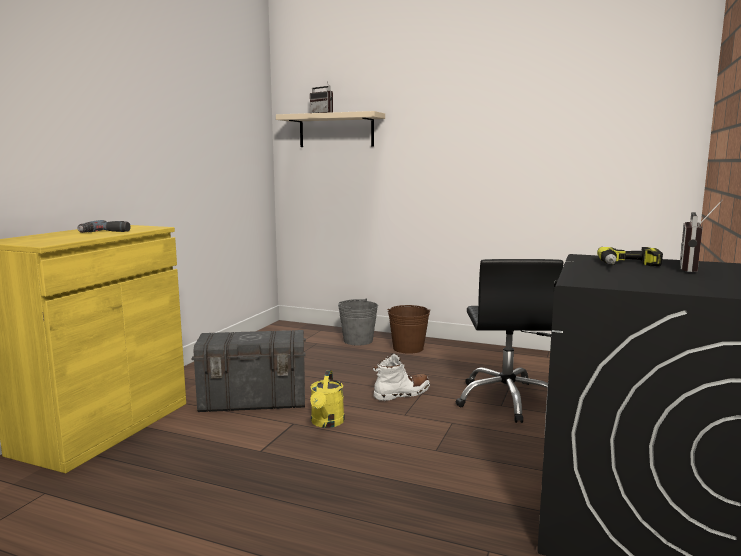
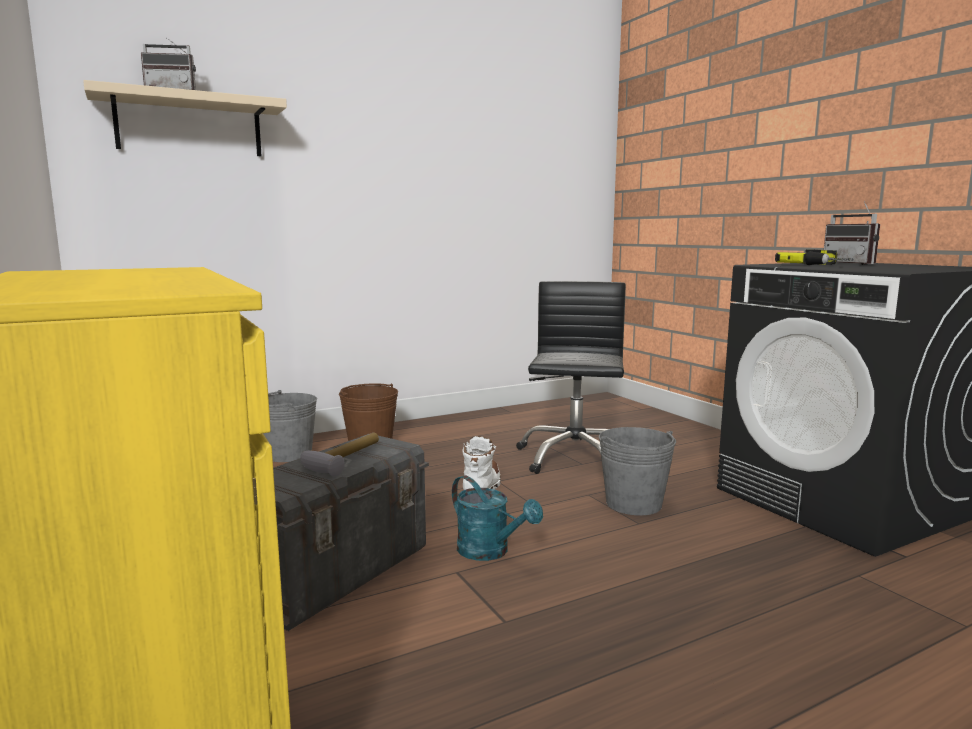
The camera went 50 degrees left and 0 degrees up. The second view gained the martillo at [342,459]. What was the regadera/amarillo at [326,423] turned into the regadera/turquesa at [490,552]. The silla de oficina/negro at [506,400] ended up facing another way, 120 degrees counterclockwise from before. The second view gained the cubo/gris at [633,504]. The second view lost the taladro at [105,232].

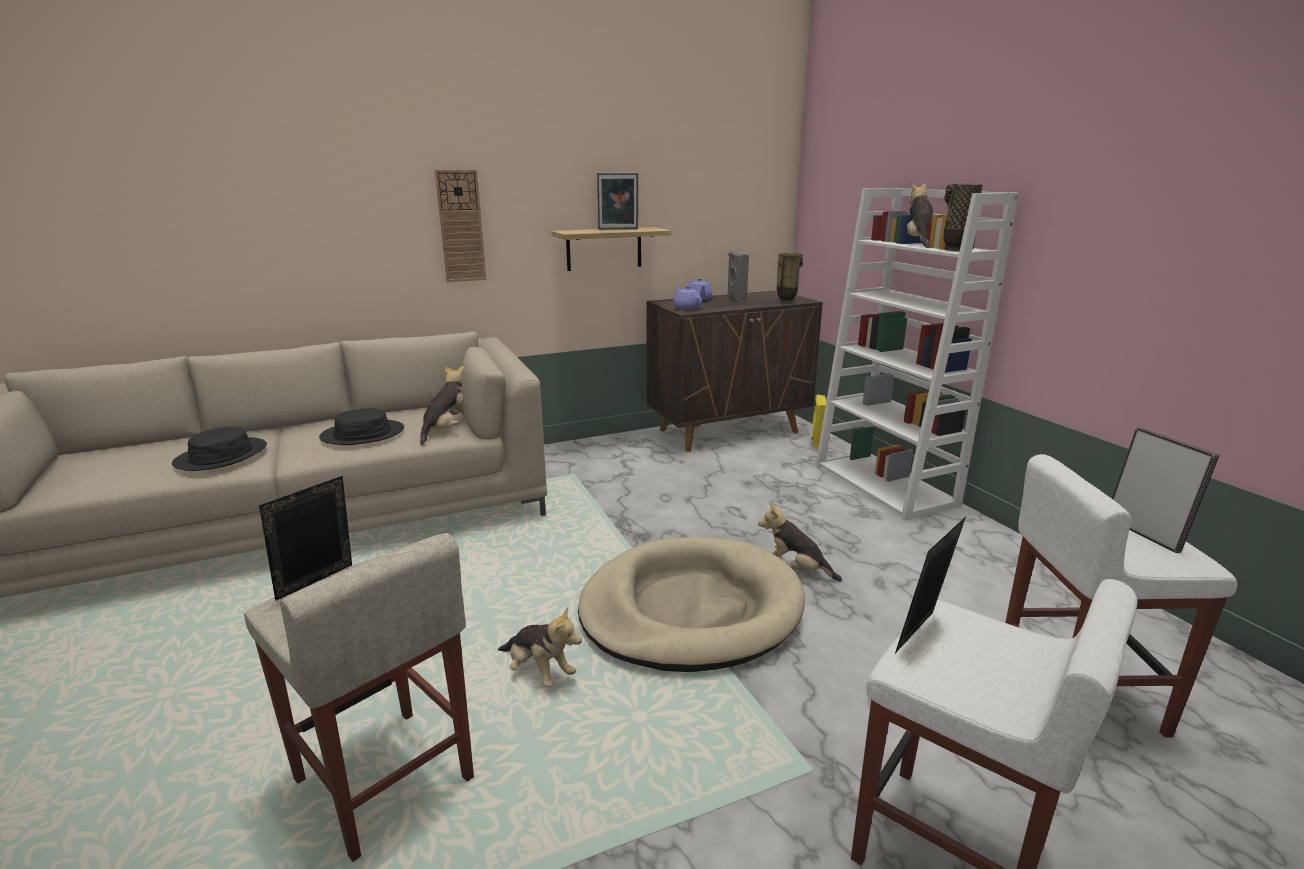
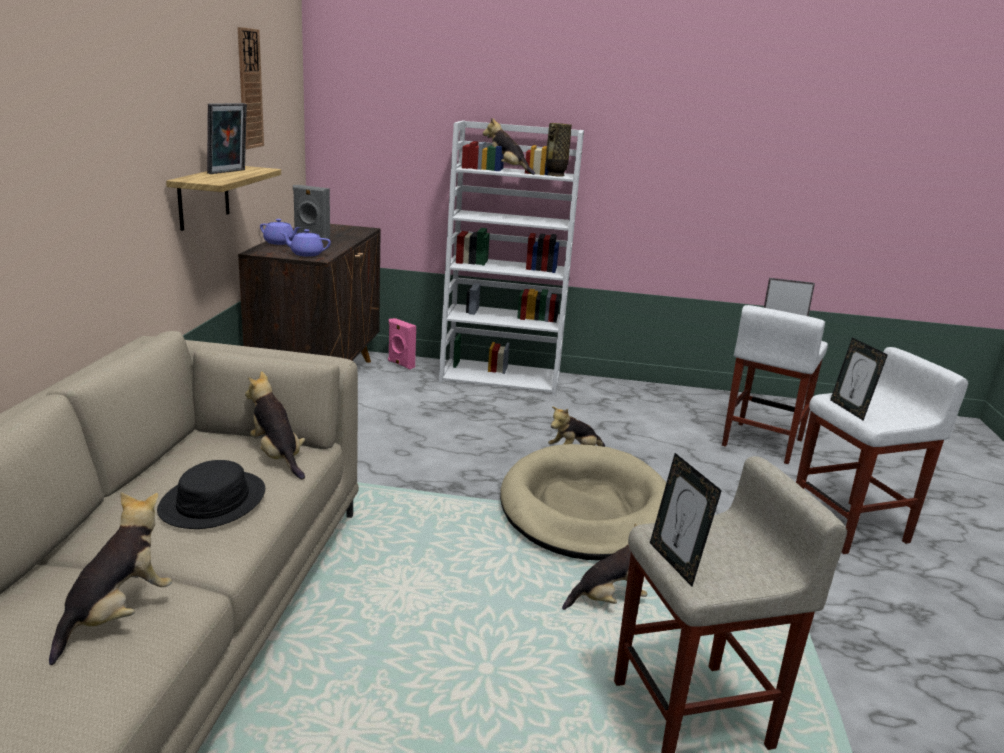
The camera went 60 degrees left and 0 degrees up. Where the sombrero/negro stood at [221,456], the peluche came to stand at [117,614]. The reloj de pared ended up elsewhere, having gone from [461,226] to [249,89]. What was the altavoz/amarillo at [816,442] turned into the altavoz/rosa at [400,364]. The second view lost the florero at [786,301].

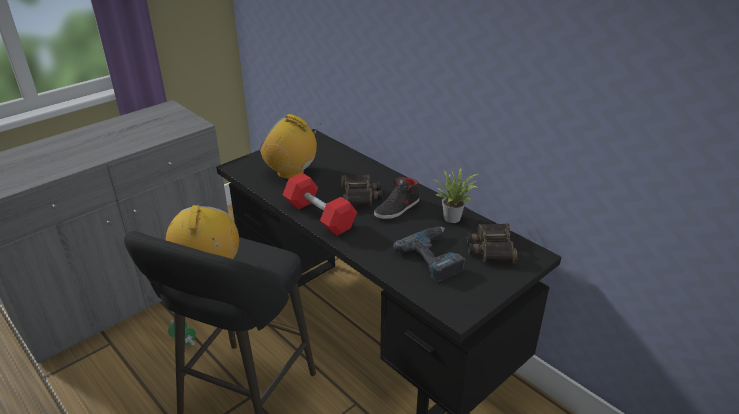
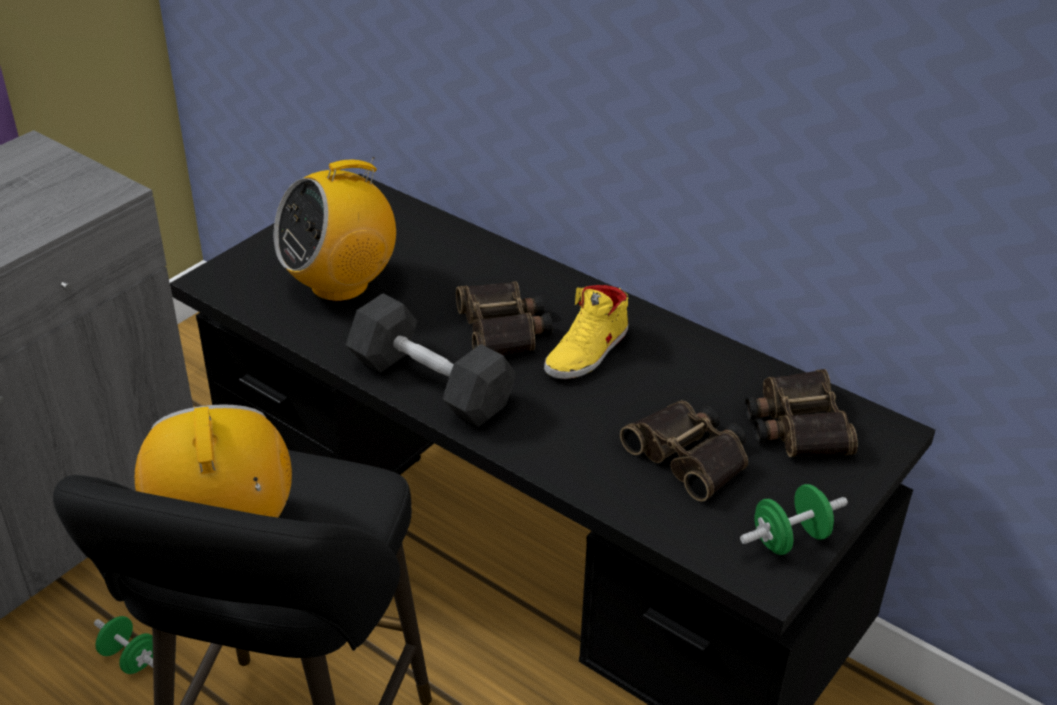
The camera went 10 degrees left and 5 degrees up. The radio at [291,172] ended up facing another way, 45 degrees counterclockwise from before. What was the mancuerna/rojo at [319,216] turned into the mancuerna/gris at [430,384]. What was the zapato/negro at [397,208] turned into the zapato/amarillo at [588,352]. Where the taladro stood at [434,257], the prismáticos came to stand at [691,456]. The second view gained the mancuerna/verde at [789,539]. The second view lost the planta en maceta at [453,217].

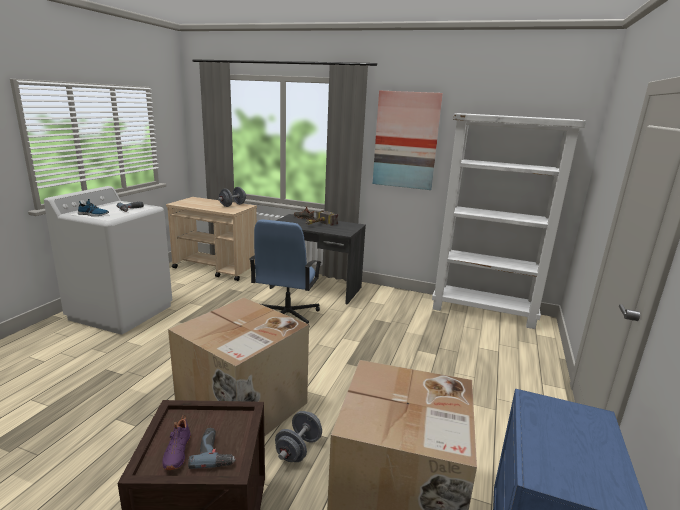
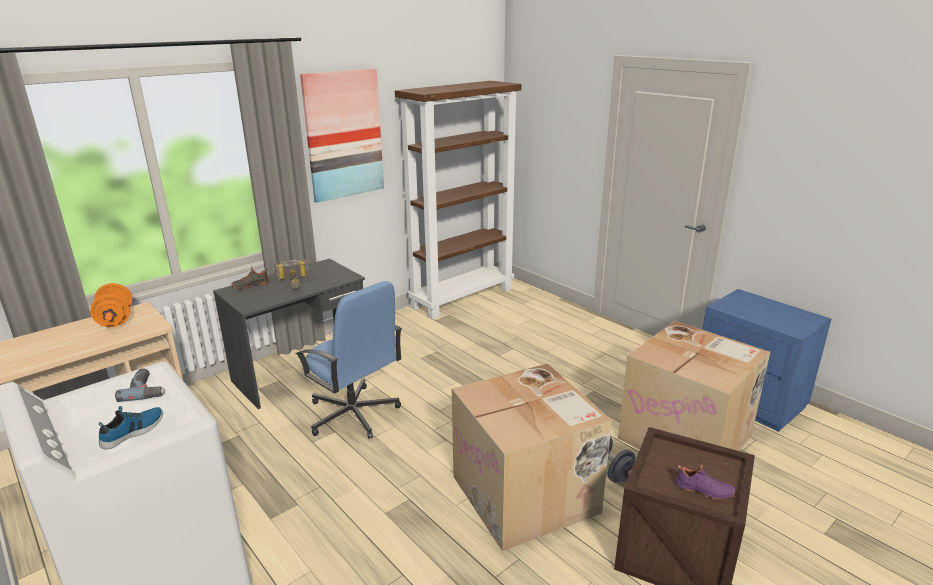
The camera went 60 degrees left and 5 degrees up. What was the mancuerna/gris at [232,205] turned into the mancuerna/naranja at [116,319]. What was the estantería/blanco at [483,312] turned into the estantería/marrón at [462,297]. The second view lost the taladro at [215,452].

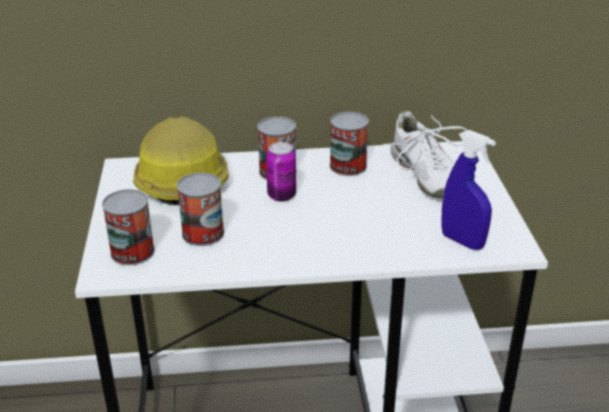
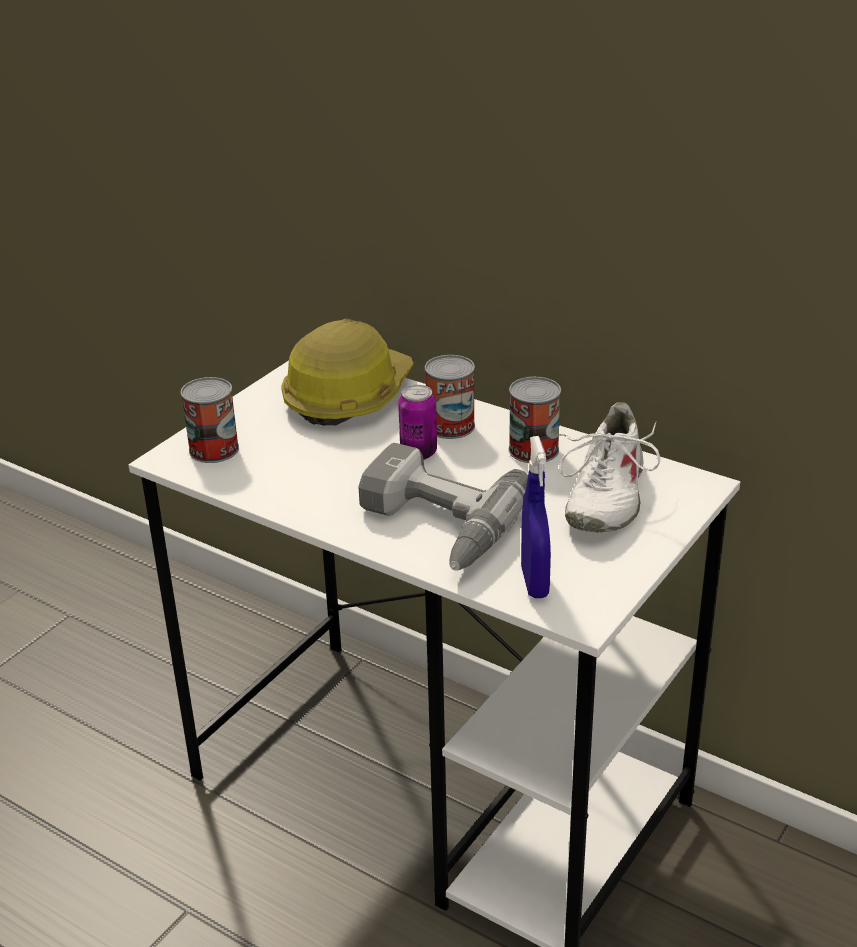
The camera went 40 degrees right and 0 degrees up. The second view gained the taladro at [433,526]. The second view lost the lata at [203,233].

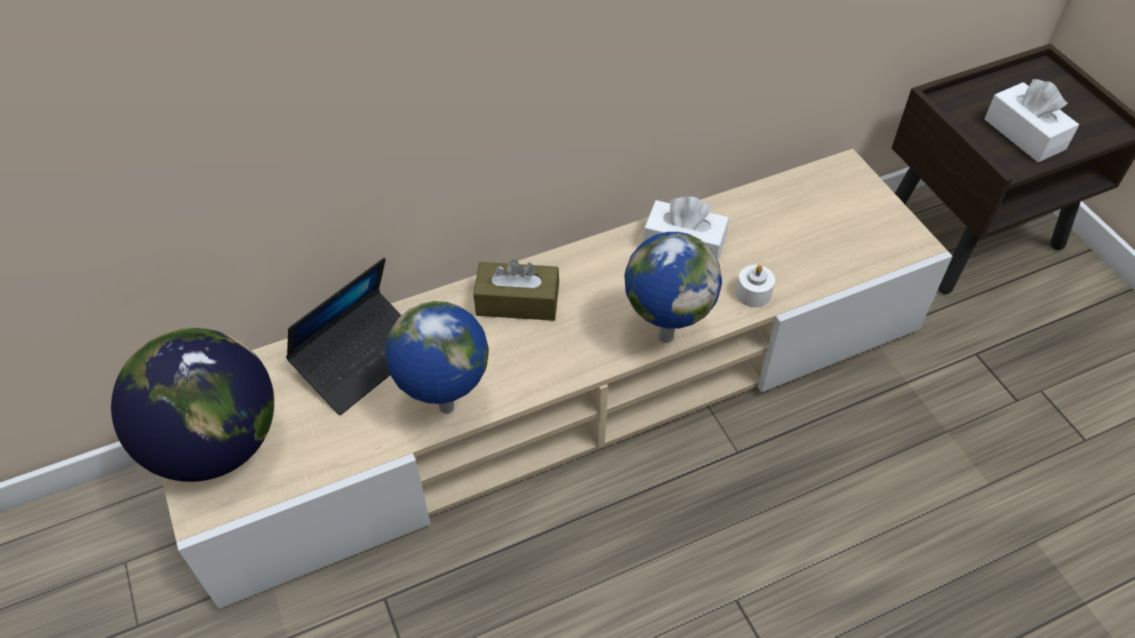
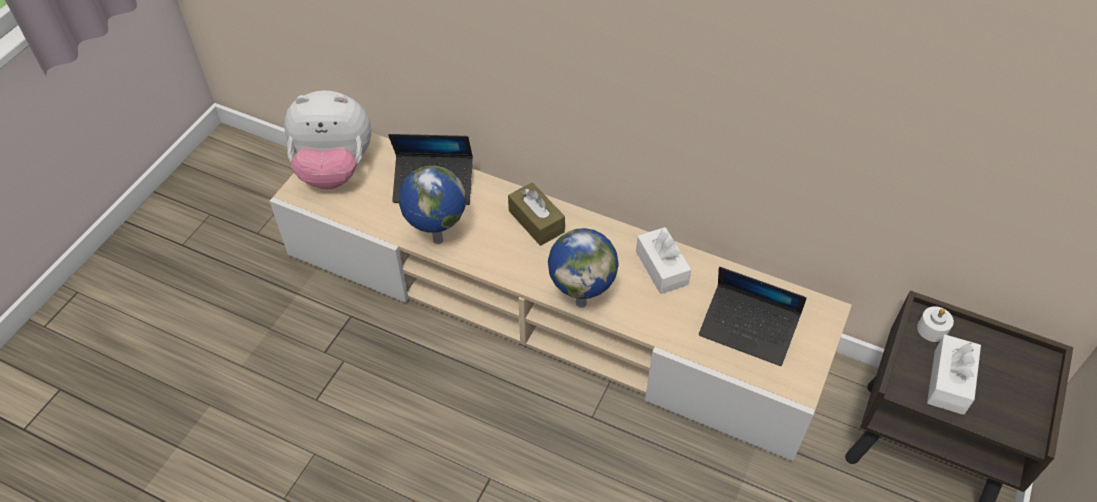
The camera went 50 degrees right and 0 degrees up. Where the globo terráqueo stood at [216,443], the peluche came to stand at [334,170]. The second view gained the portátil at [748,330]. The vela/blanco ended up elsewhere, having gone from [753,293] to [932,329].

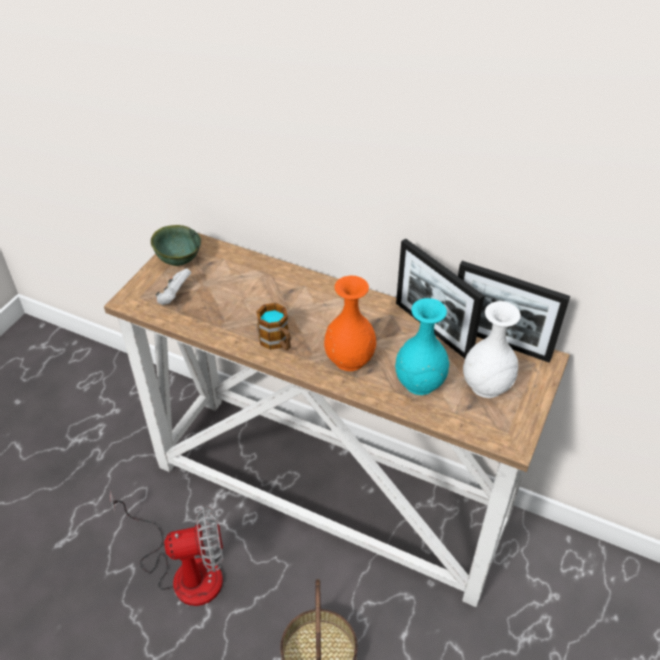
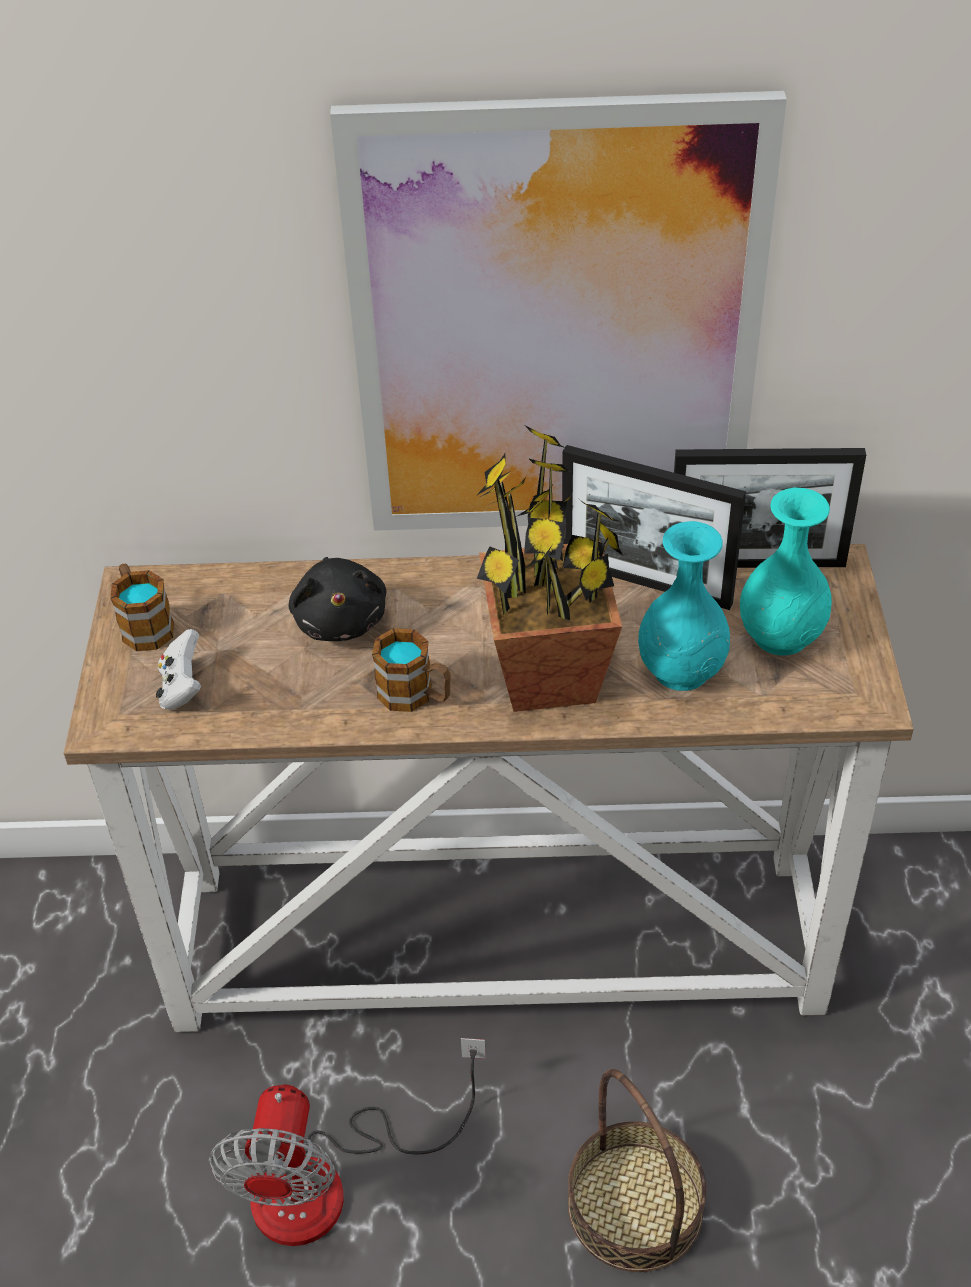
The camera went 25 degrees left and 0 degrees up. Where the cuenco/verde stood at [178,260], the taza grande came to stand at [144,624]. The ventilador at [184,571] ended up facing another way, 135 degrees clockwise from before. The second view gained the peluche/negro at [340,619]. The second view gained the cuadro at [556,330]. Where the florero/naranja stood at [350,359], the planta en maceta came to stand at [550,676]. What was the florero/blanco at [486,386] turned into the florero/turquesa at [781,637].

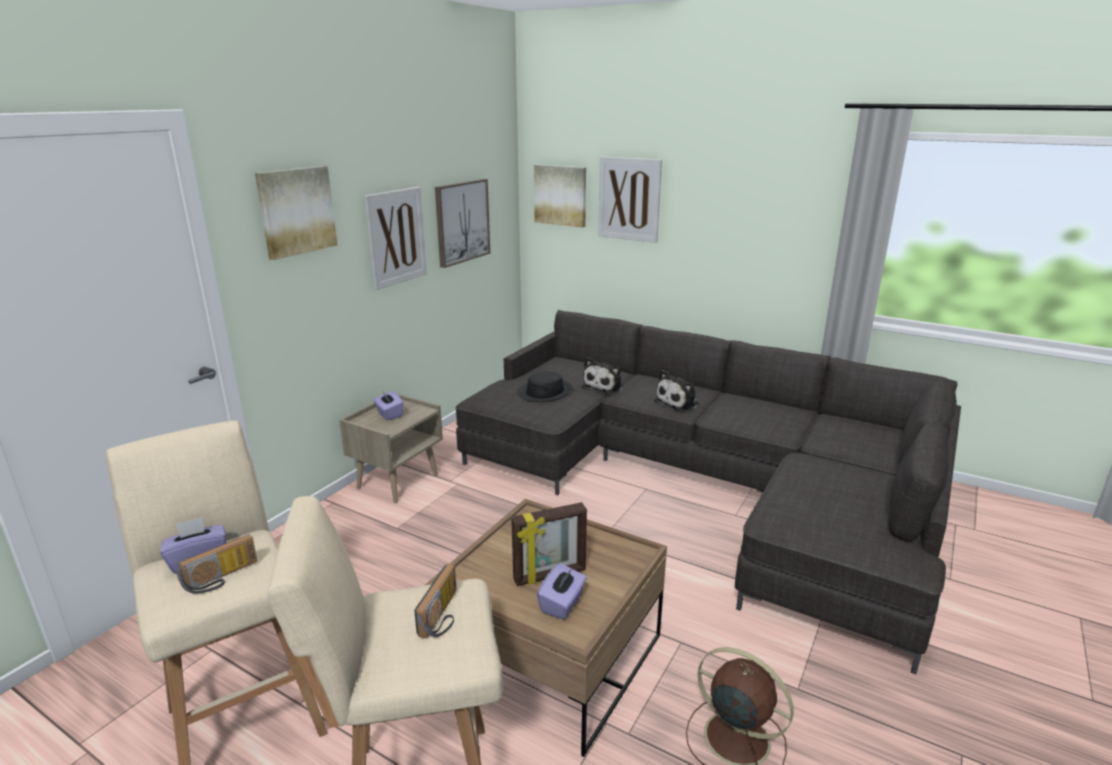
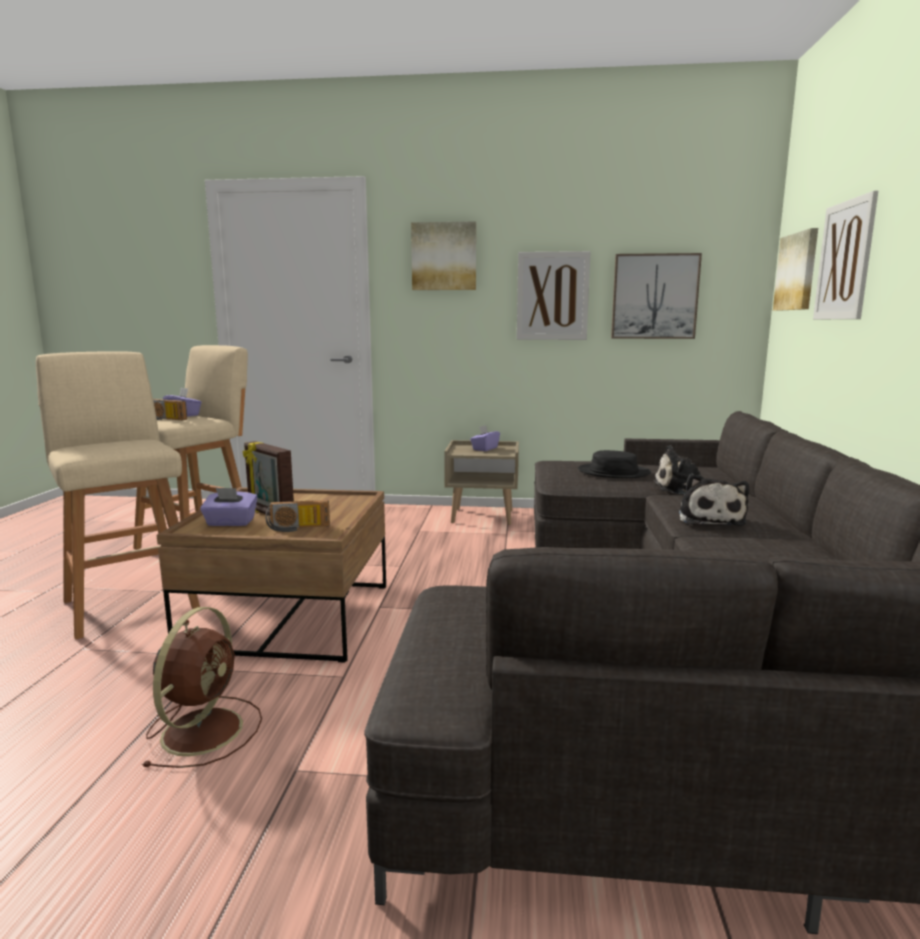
The camera went 65 degrees right and 10 degrees down. The radio ended up elsewhere, having gone from [443,615] to [298,528]. The peluche at [679,403] ended up facing another way, 105 degrees counterclockwise from before.

